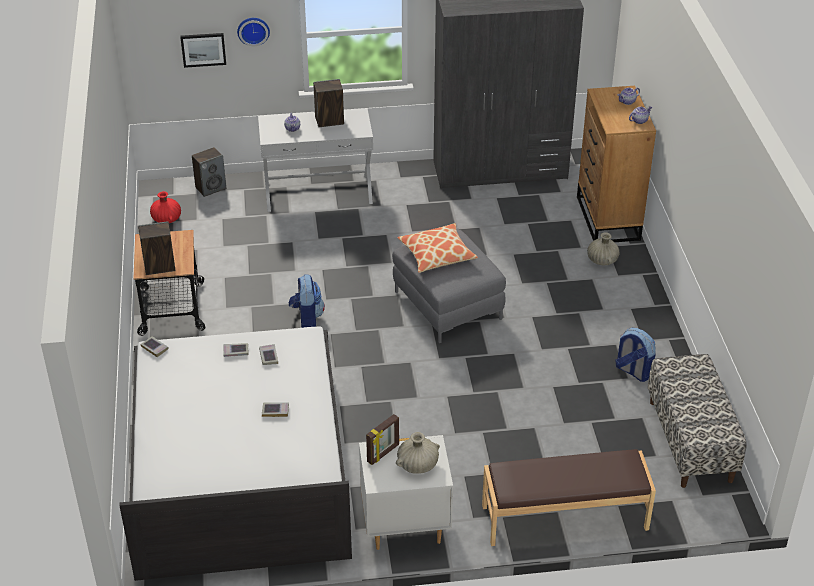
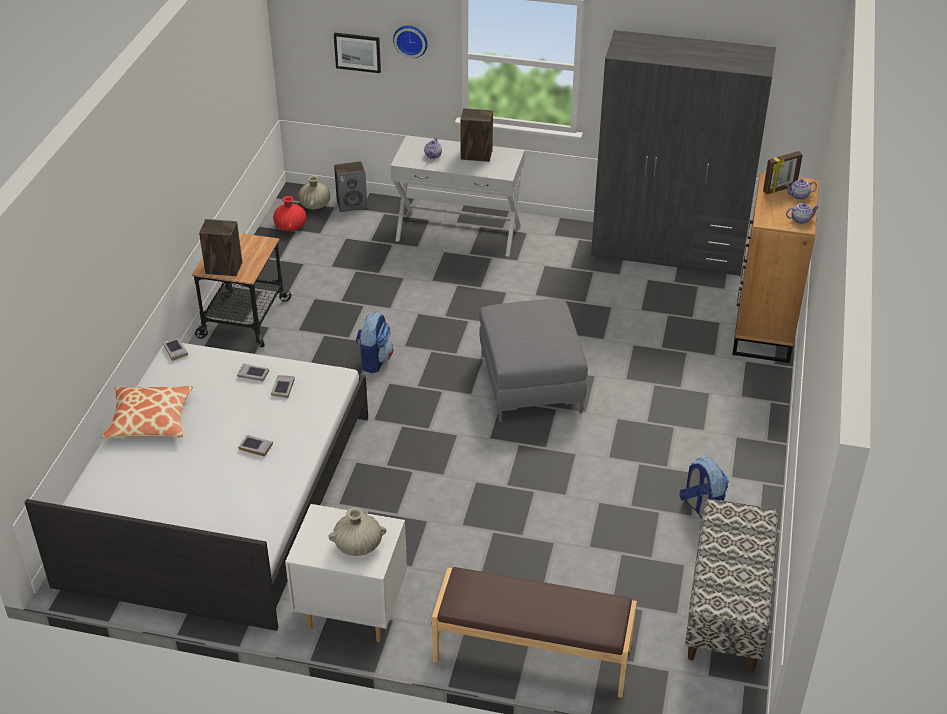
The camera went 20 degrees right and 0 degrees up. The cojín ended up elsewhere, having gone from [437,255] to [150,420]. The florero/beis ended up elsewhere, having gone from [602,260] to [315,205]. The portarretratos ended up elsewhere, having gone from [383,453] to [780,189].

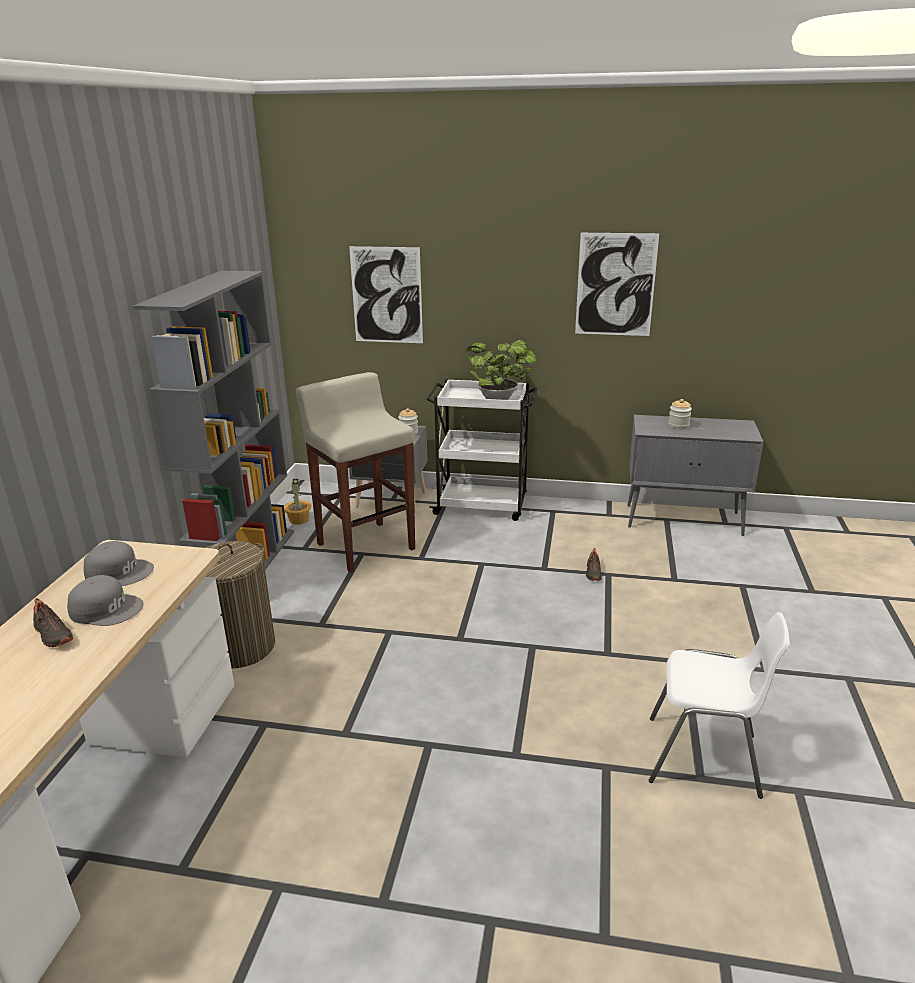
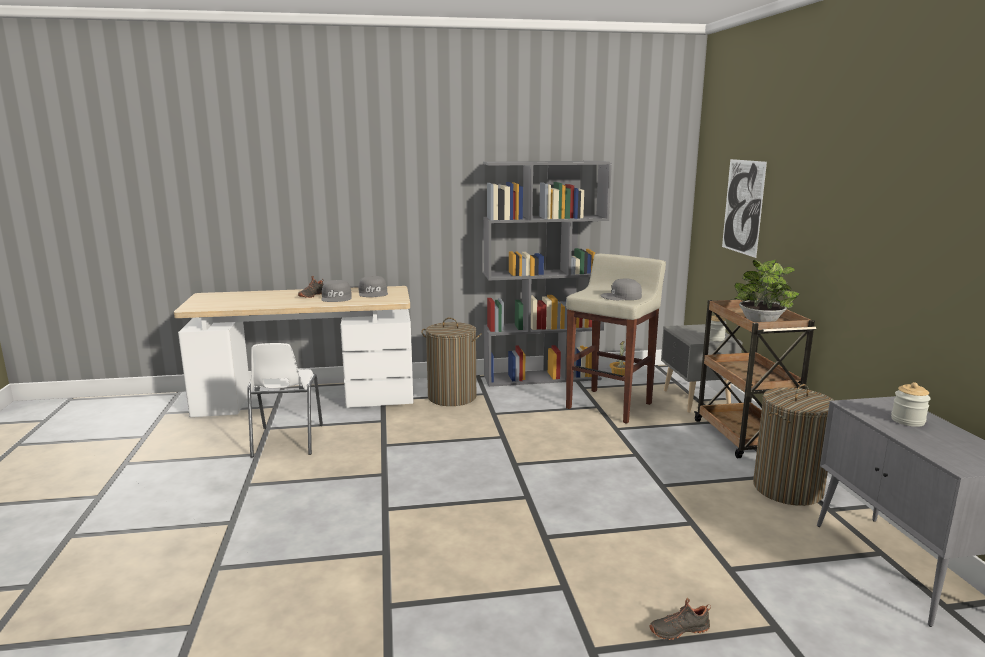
The camera went 70 degrees right and 10 degrees down. The silla/blanco ended up elsewhere, having gone from [704,758] to [286,441]. The second view gained the gorra/gris at [621,297]. The zapato/negro ended up elsewhere, having gone from [592,572] to [678,629]. What was the carrito/blanco at [482,505] turned into the carrito/marrón at [744,438]. The second view gained the cesto de la ropa at [787,489]. The second view lost the cuadro at [615,285].

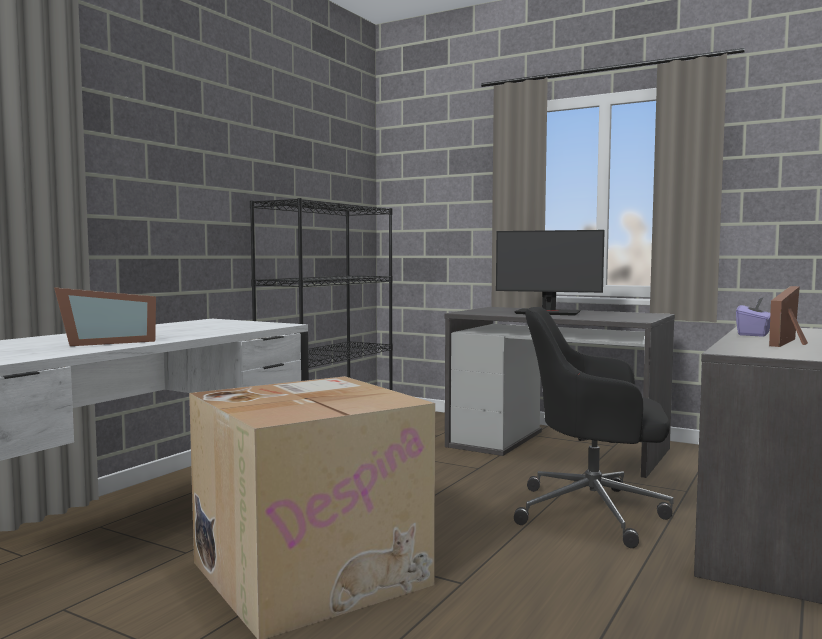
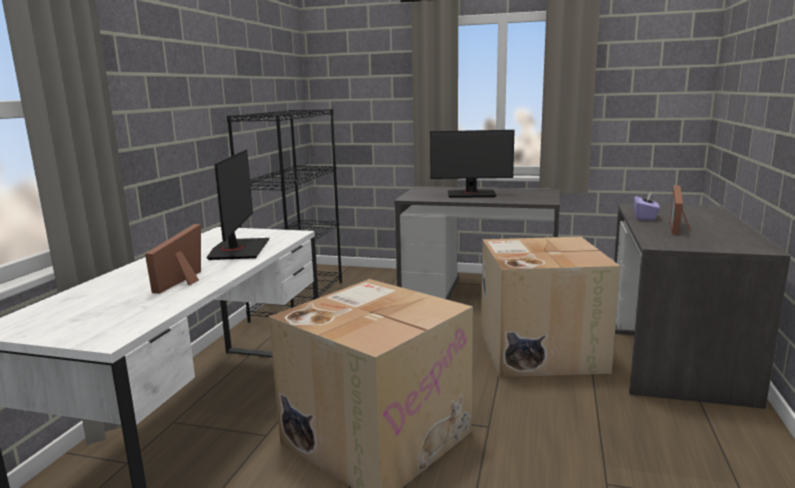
The camera went 15 degrees left and 10 degrees up. The portarretratos at [107,342] ended up facing another way, 150 degrees clockwise from before. The second view gained the monitor at [238,249]. Where the silla de oficina/negro stood at [594,512], the caja de cartón came to stand at [538,349].

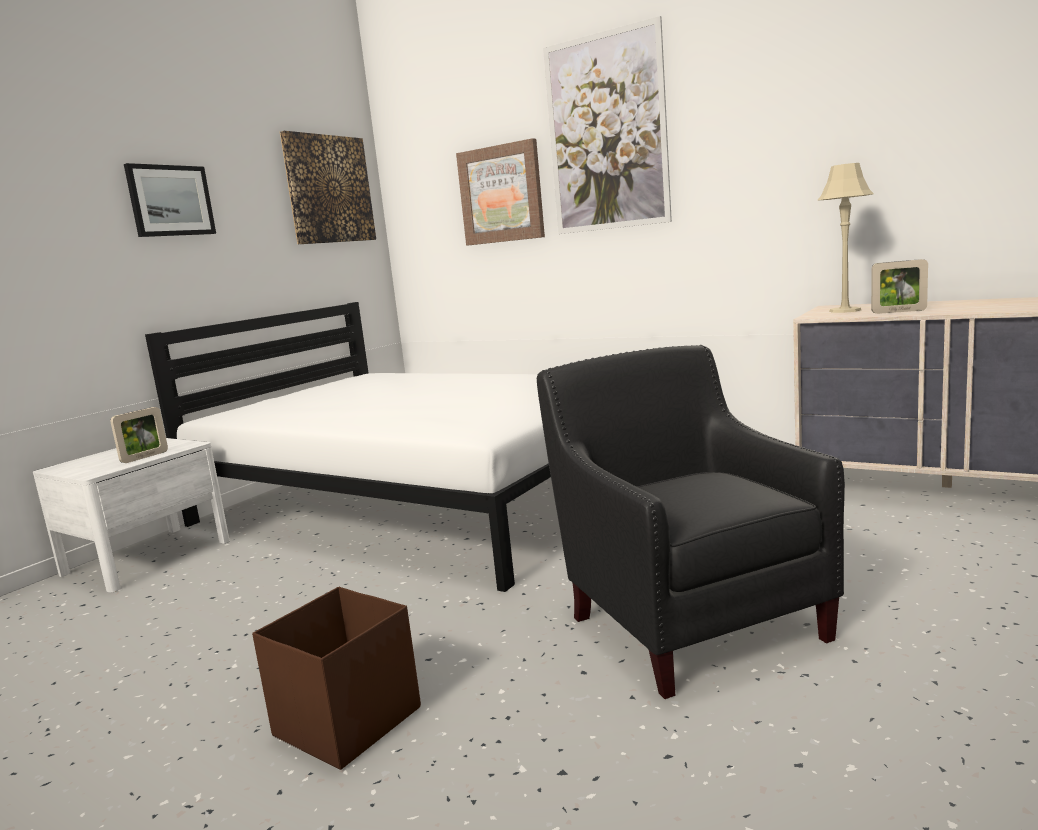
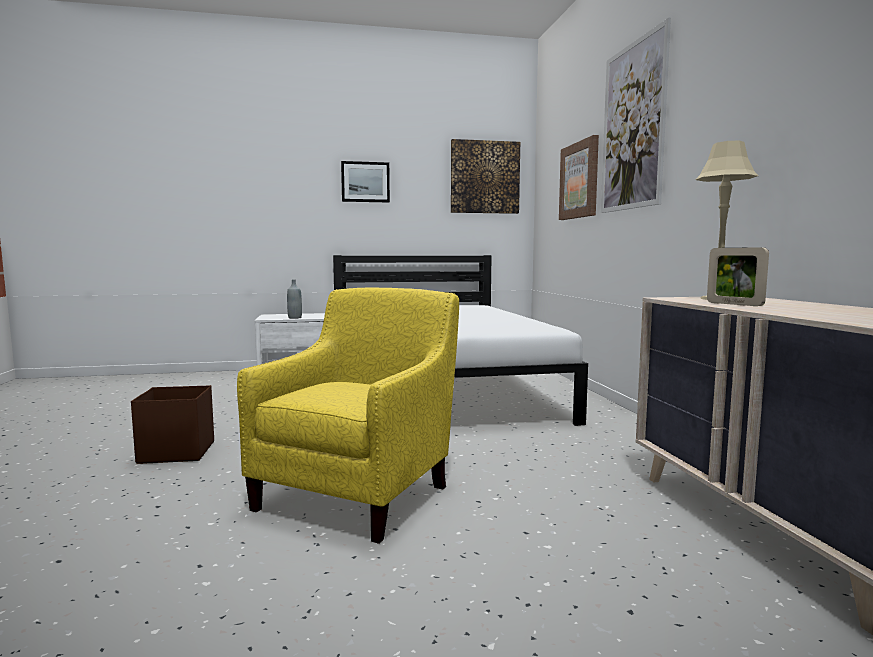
The camera went 45 degrees right and 5 degrees down. What was the sillón/negro at [690,619] turned into the sillón/amarillo at [360,492]. Where the portarretratos stood at [144,457], the botella/gris came to stand at [295,318].

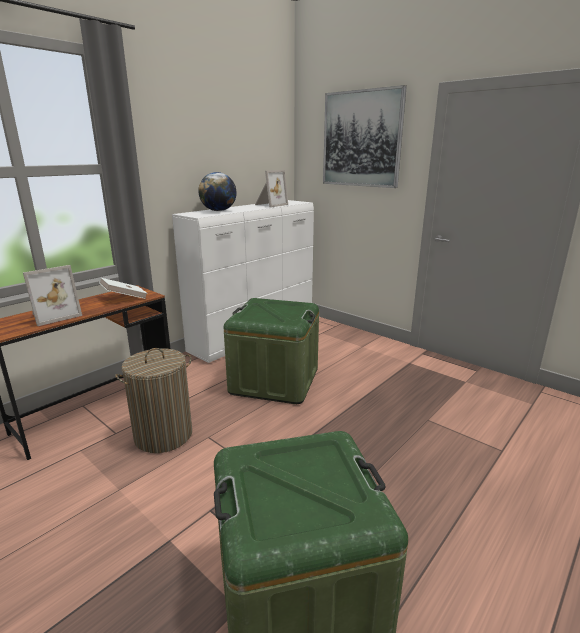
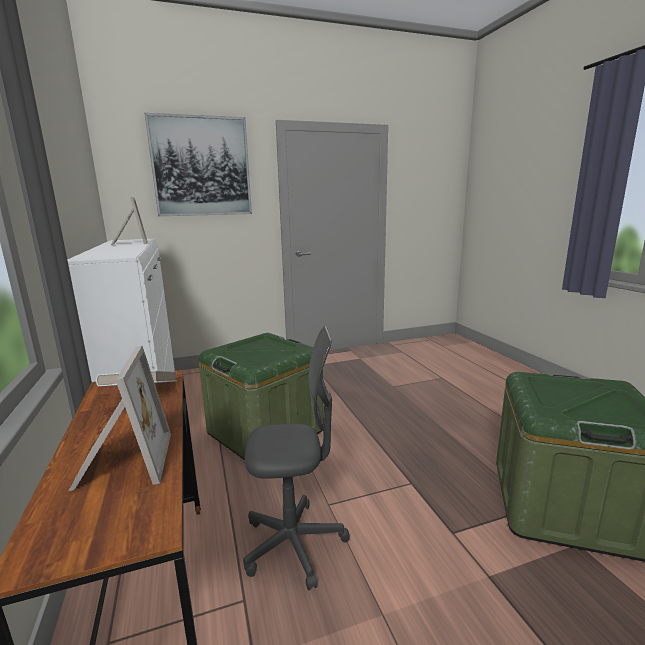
The camera went 60 degrees left and 5 degrees down. Where the cesto de la ropa stood at [163,435], the silla de oficina/gris came to stand at [294,544]. The second view lost the globo terráqueo at [218,211].

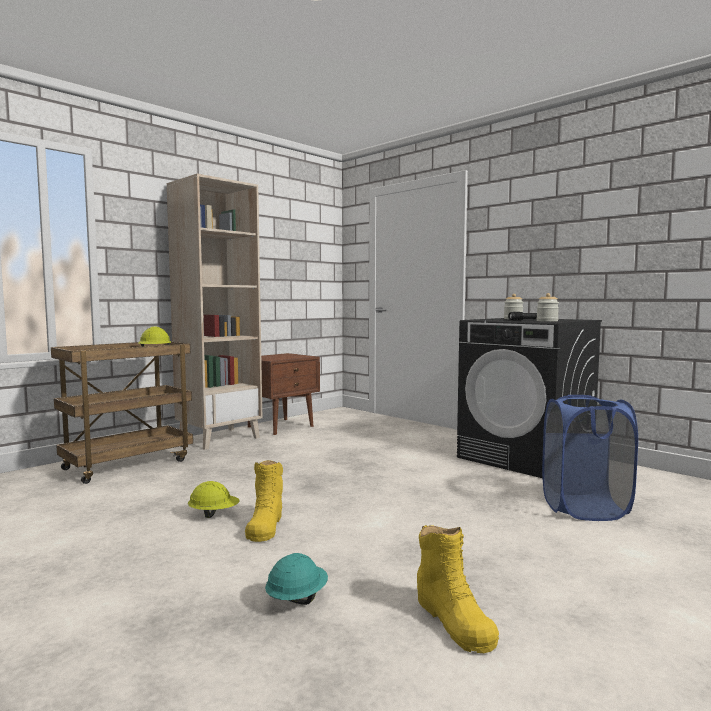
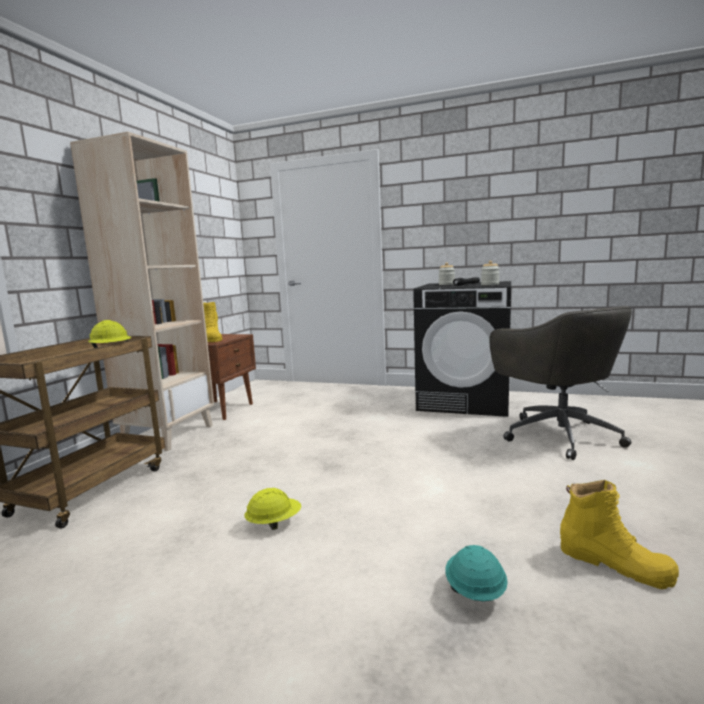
The camera went 25 degrees left and 5 degrees up. The bota/amarillo ended up elsewhere, having gone from [265,525] to [211,339]. Where the cesto de la ropa/azul stood at [584,508], the silla de oficina/gris came to stand at [558,435].

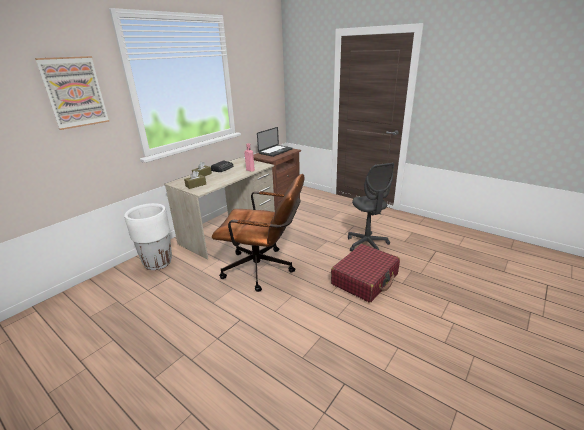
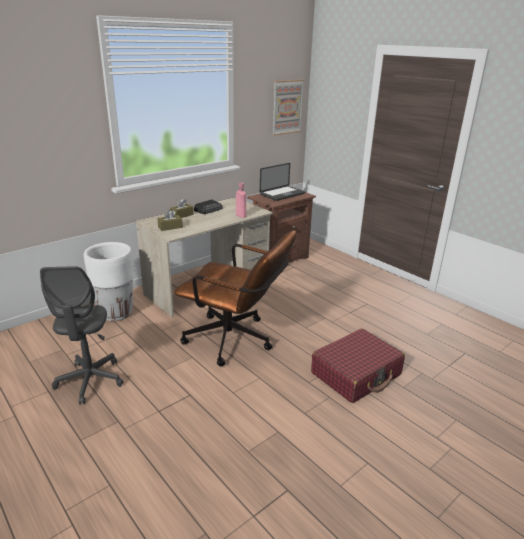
The camera went 10 degrees right and 0 degrees up. The silla de oficina/gris ended up elsewhere, having gone from [367,244] to [90,380]. The cuadro ended up elsewhere, having gone from [74,92] to [287,107].

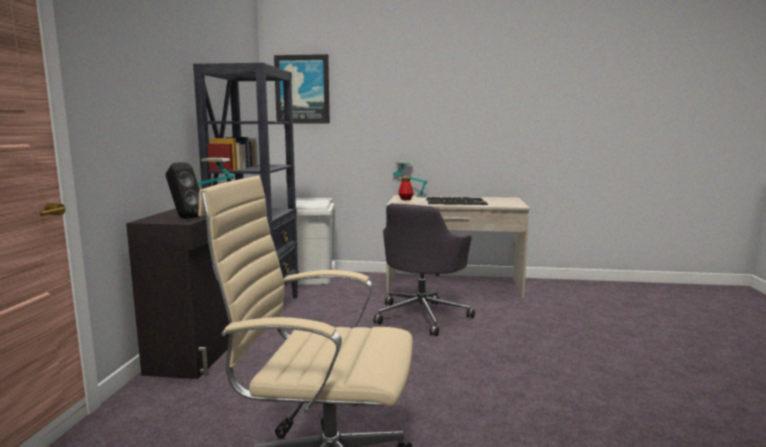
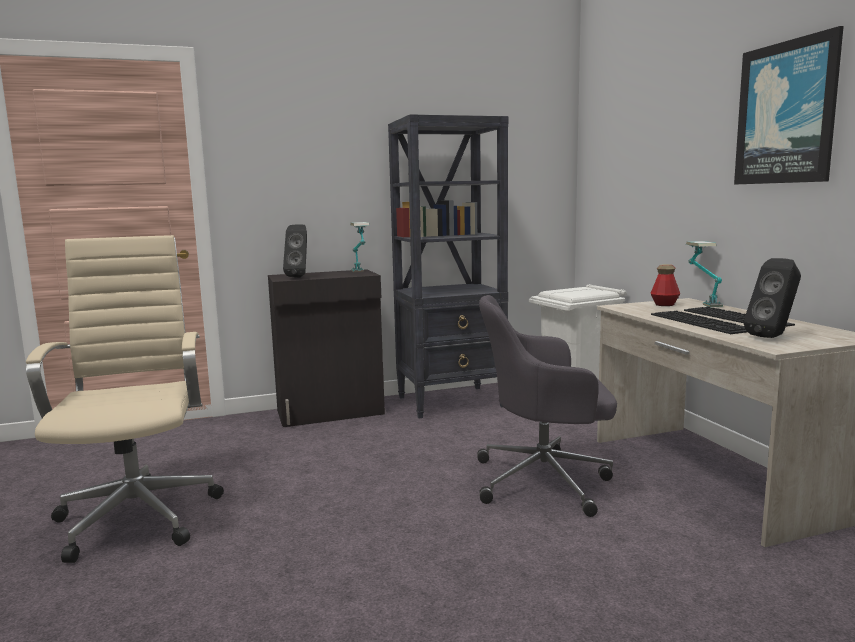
The camera went 65 degrees right and 0 degrees up. The cuadro ended up elsewhere, having gone from [302,89] to [786,113]. The second view gained the altavoz/negro at [773,337].

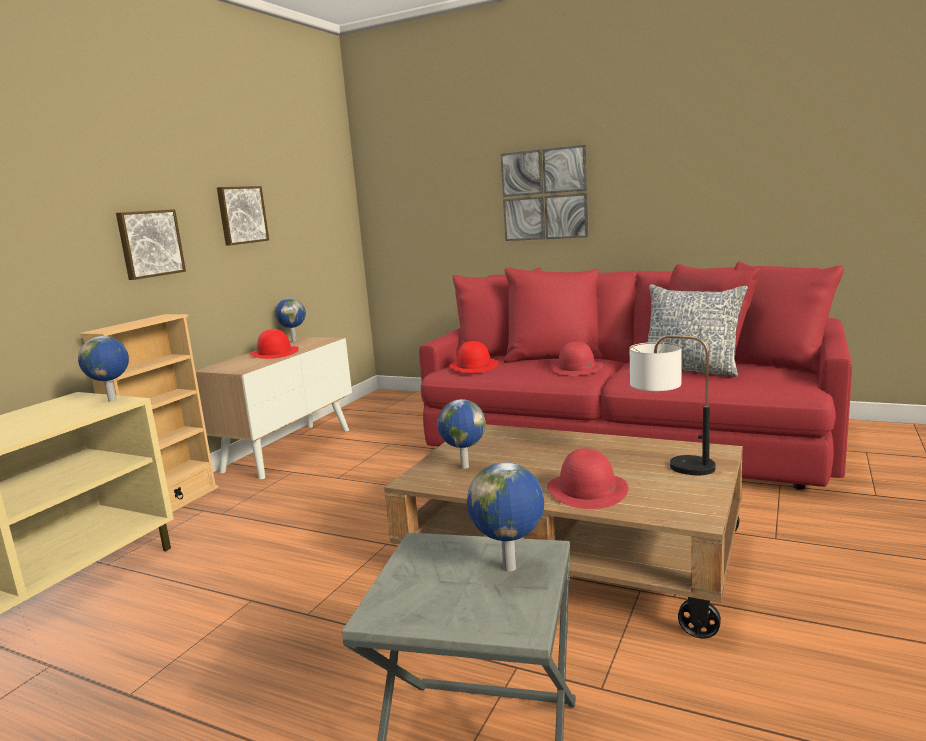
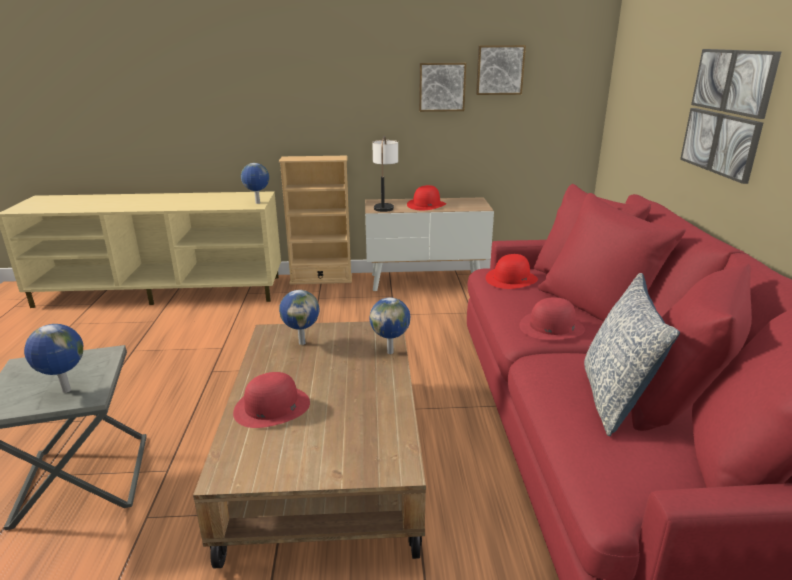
The camera went 60 degrees right and 10 degrees up. The globo terráqueo ended up elsewhere, having gone from [294,341] to [391,352]. The lámpara de mesa ended up elsewhere, having gone from [670,463] to [385,205]. The cuadro ended up elsewhere, having gone from [149,243] to [499,70].

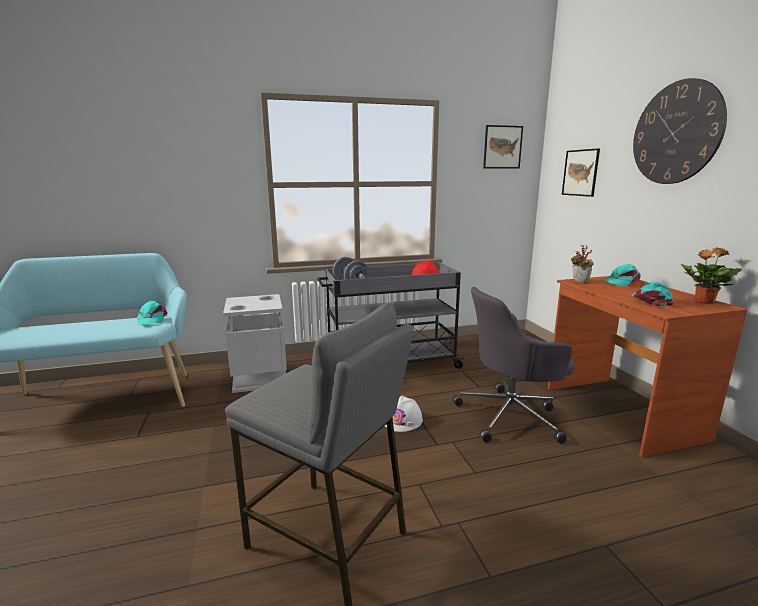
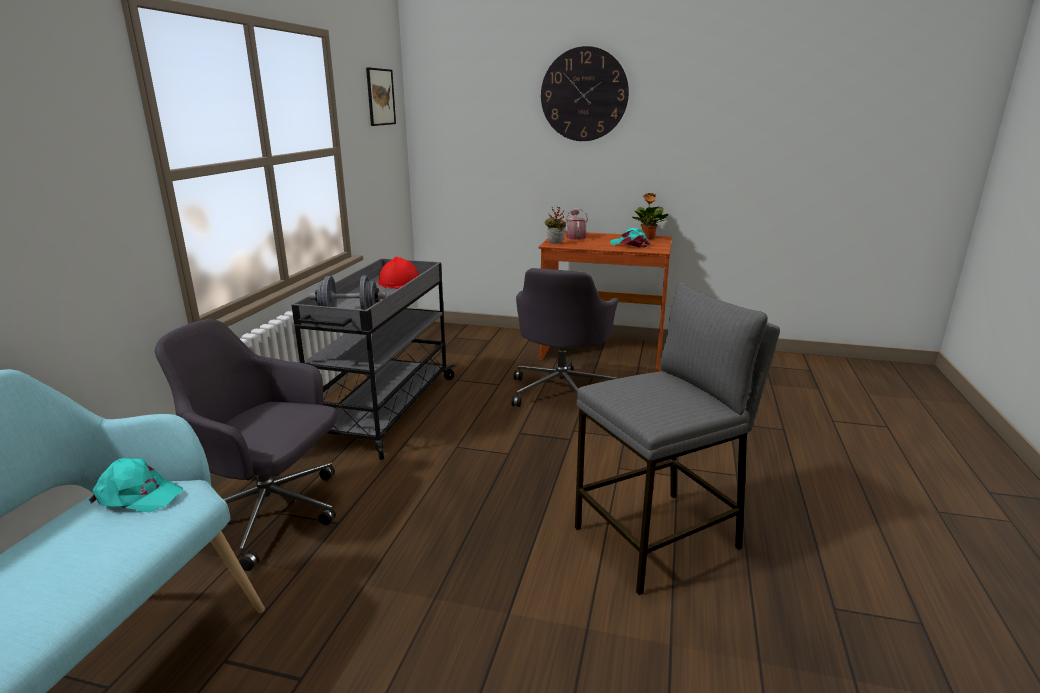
The camera went 60 degrees left and 5 degrees up. Where the papelera/gris stood at [260,377], the silla de oficina/gris came to stand at [271,513]. Where the gorra/turquesa stood at [621,282], the regadera came to stand at [576,236]. The second view lost the casco/blanco at [403,420]. The second view lost the cuadro at [580,172].

